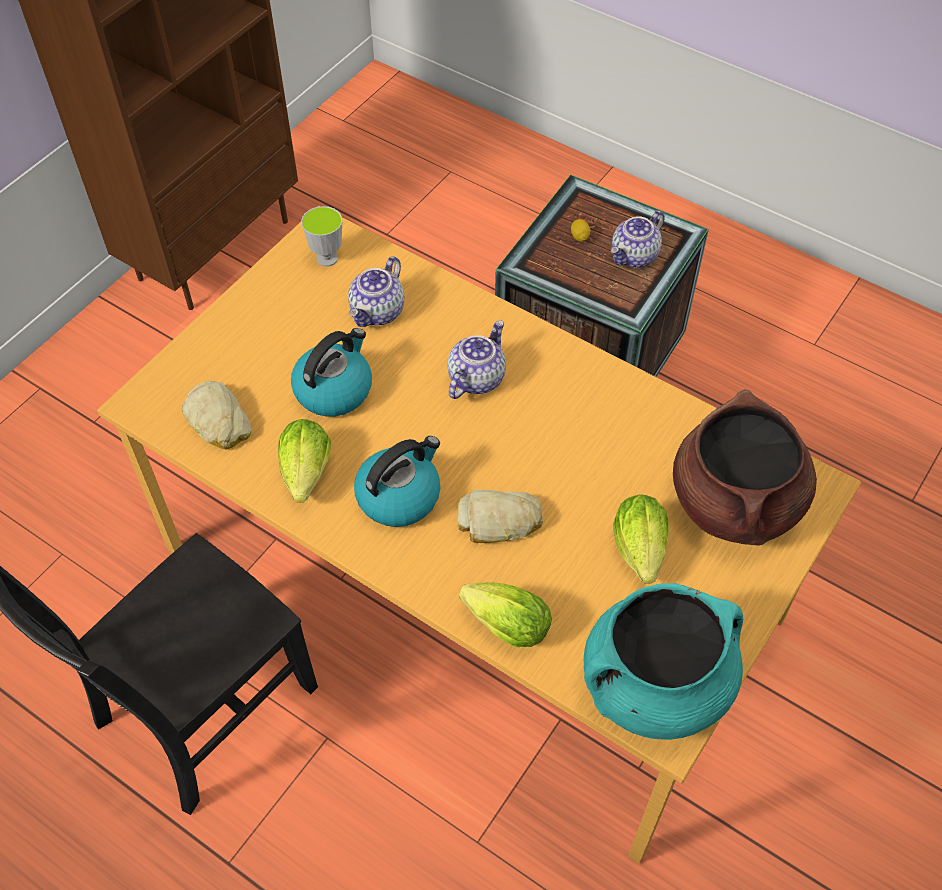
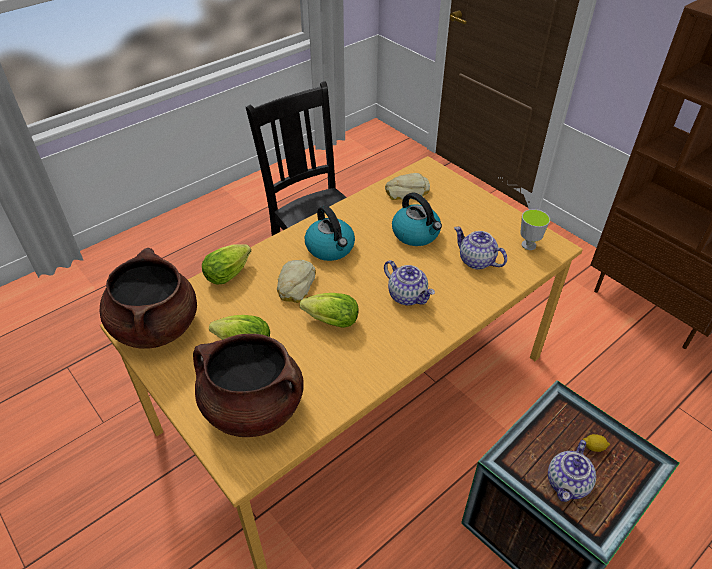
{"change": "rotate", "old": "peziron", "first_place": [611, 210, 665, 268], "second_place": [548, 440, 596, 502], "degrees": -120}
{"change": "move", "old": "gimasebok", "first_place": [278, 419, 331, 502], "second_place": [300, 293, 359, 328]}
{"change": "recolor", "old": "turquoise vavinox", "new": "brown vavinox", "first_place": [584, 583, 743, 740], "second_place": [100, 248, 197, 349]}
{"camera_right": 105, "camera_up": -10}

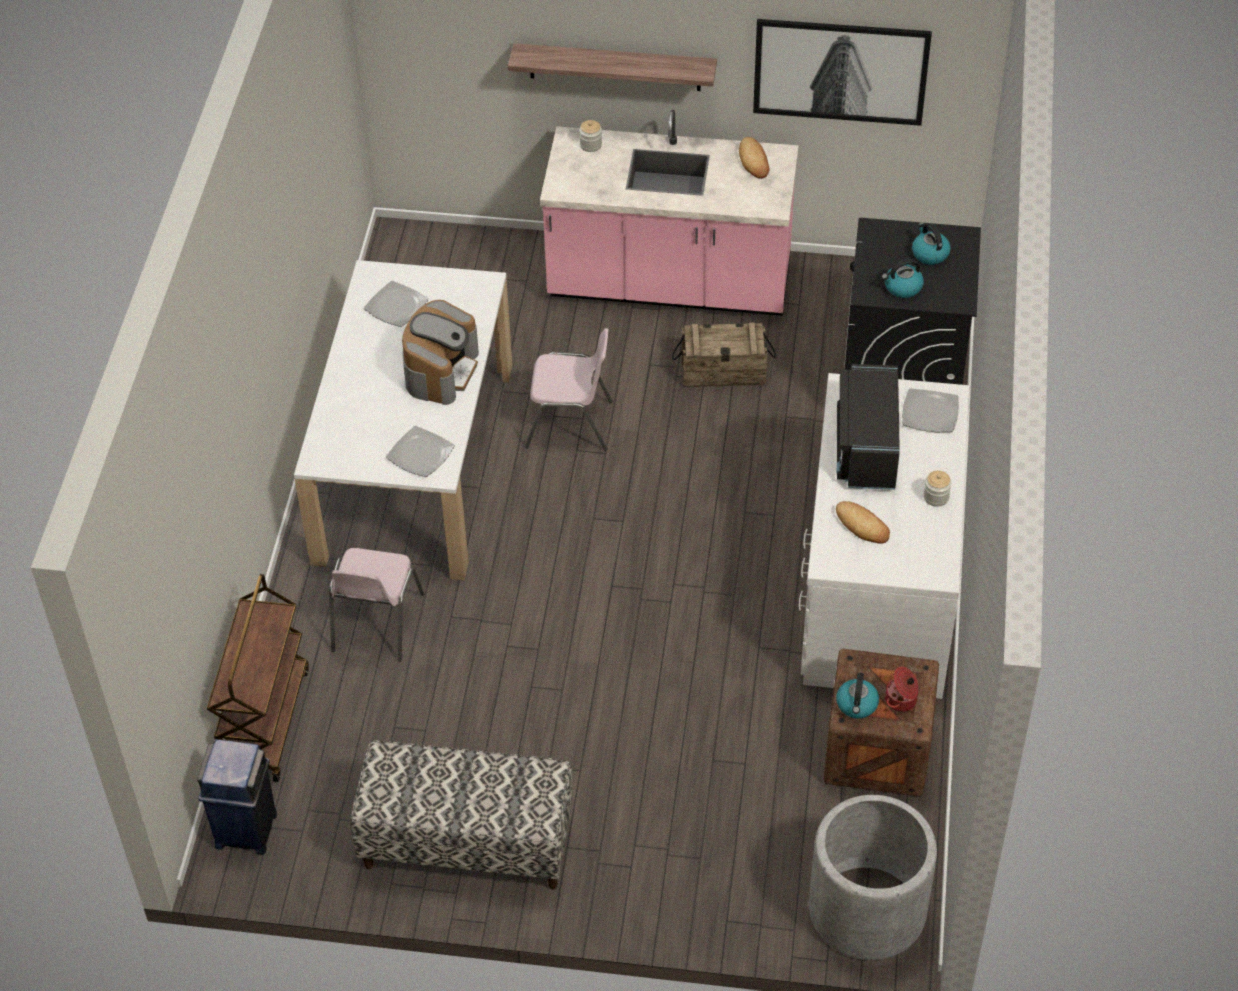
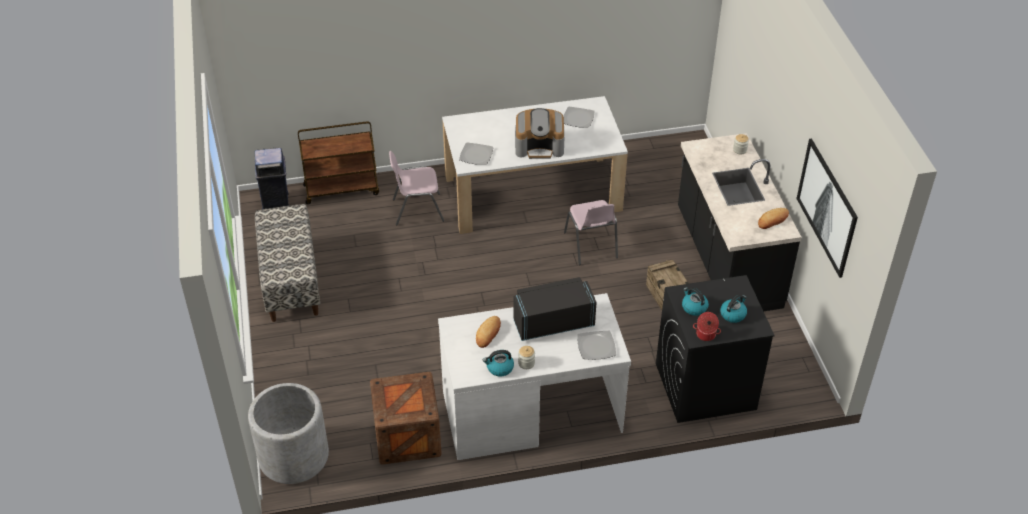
{"change": "delete", "old": "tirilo", "first_place": [508, 43, 717, 91]}
{"change": "recolor", "old": "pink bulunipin", "new": "black bulunipin", "first_place": [540, 110, 799, 316], "second_place": [678, 133, 801, 311]}
{"change": "move", "old": "vavinox", "first_place": [885, 666, 918, 712], "second_place": [693, 312, 721, 341]}
{"change": "move", "old": "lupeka", "first_place": [836, 673, 879, 718], "second_place": [483, 350, 514, 377]}
{"camera_right": 70, "camera_up": -5}

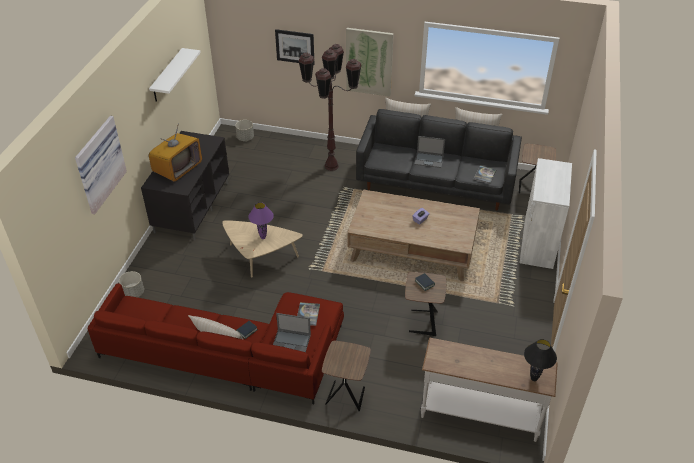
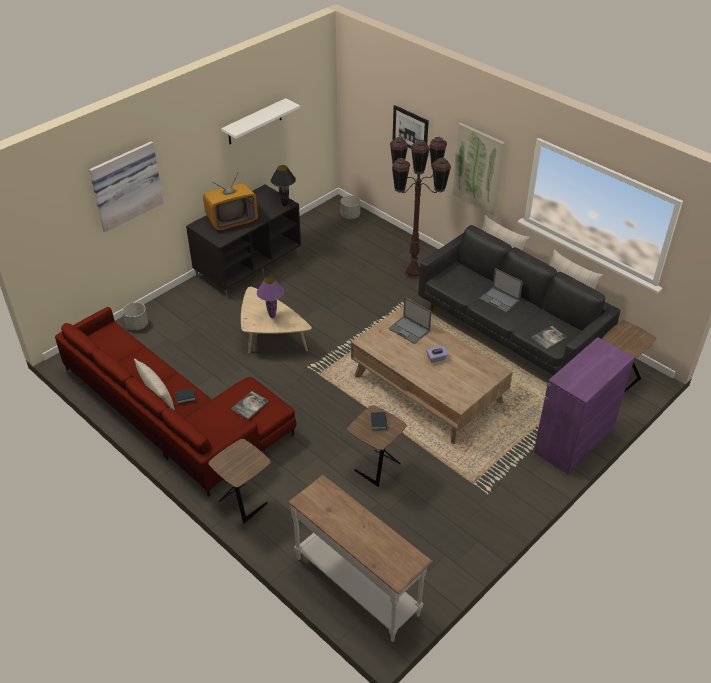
{"change": "recolor", "old": "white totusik", "new": "purple totusik", "first_place": [520, 158, 572, 269], "second_place": [534, 337, 635, 474]}
{"change": "move", "old": "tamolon", "first_place": [273, 313, 311, 353], "second_place": [388, 297, 431, 344]}
{"change": "move", "old": "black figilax", "first_place": [524, 339, 557, 381], "second_place": [271, 165, 296, 206]}
{"camera_right": 30, "camera_up": 0}

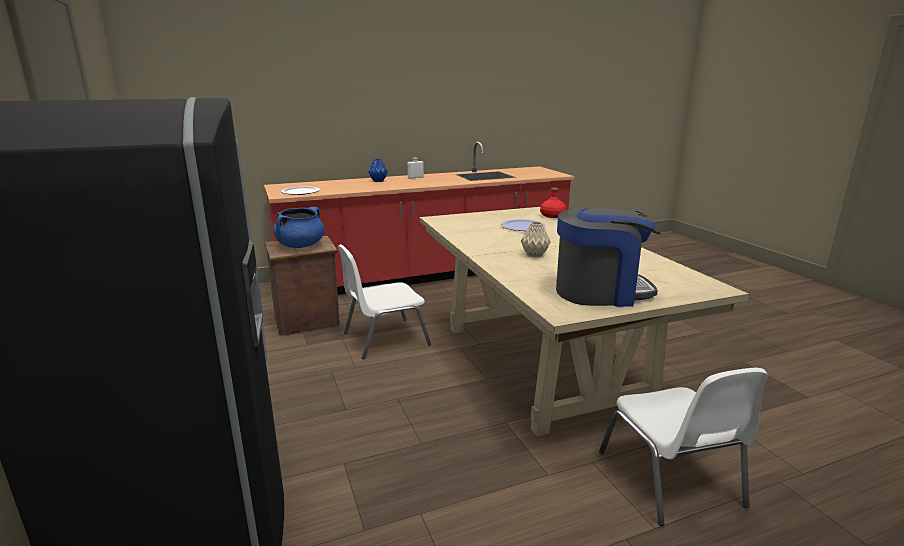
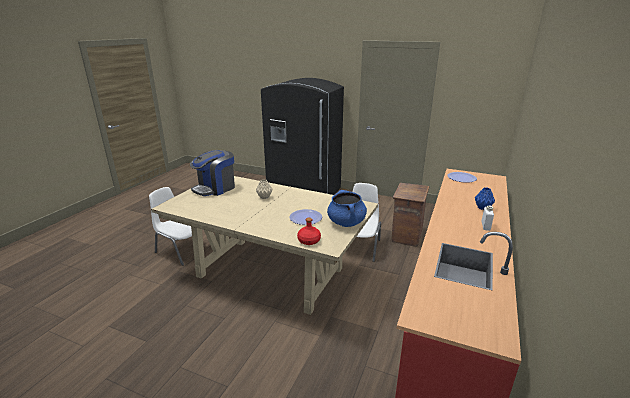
{"change": "move", "old": "blue vavinox", "first_place": [273, 207, 324, 248], "second_place": [327, 190, 367, 227]}
{"camera_right": 135, "camera_up": 5}

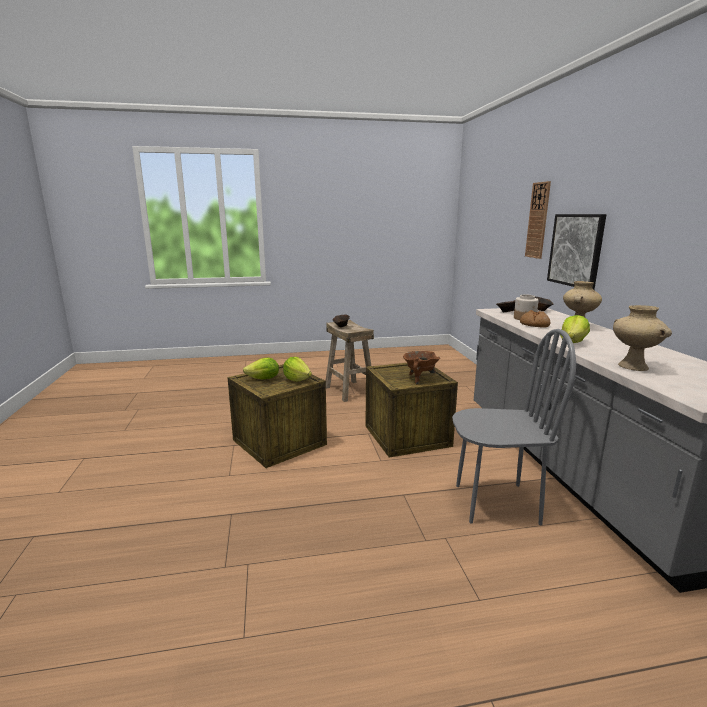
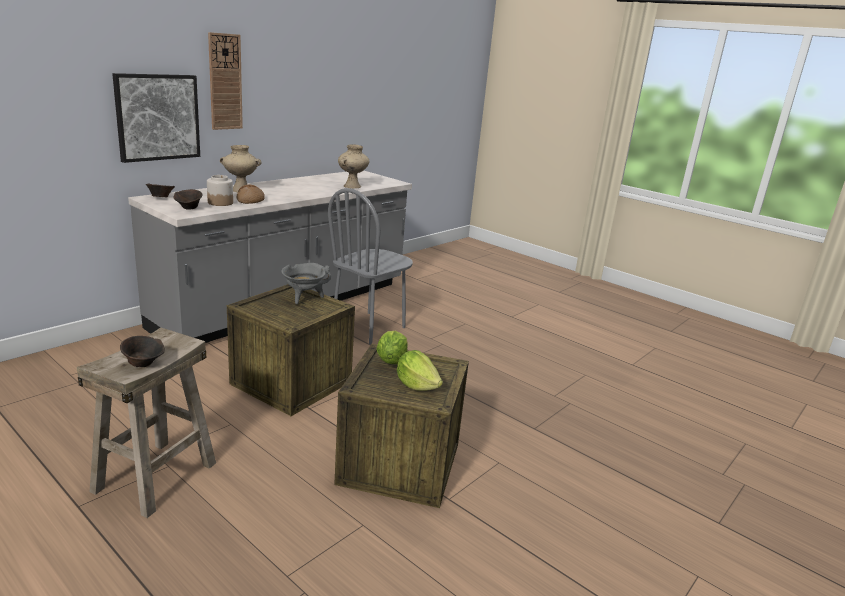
{"change": "move", "old": "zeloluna", "first_place": [525, 181, 551, 259], "second_place": [208, 32, 243, 130]}
{"change": "delete", "old": "gimasebok", "first_place": [560, 315, 590, 343]}
{"change": "rotate", "old": "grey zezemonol", "first_place": [452, 329, 576, 525], "second_place": [328, 188, 413, 345], "degrees": -105}
{"change": "recolor", "old": "brown vavinox", "new": "grey vavinox", "first_place": [403, 351, 440, 384], "second_place": [281, 263, 331, 304]}
{"camera_right": -130, "camera_up": 5}

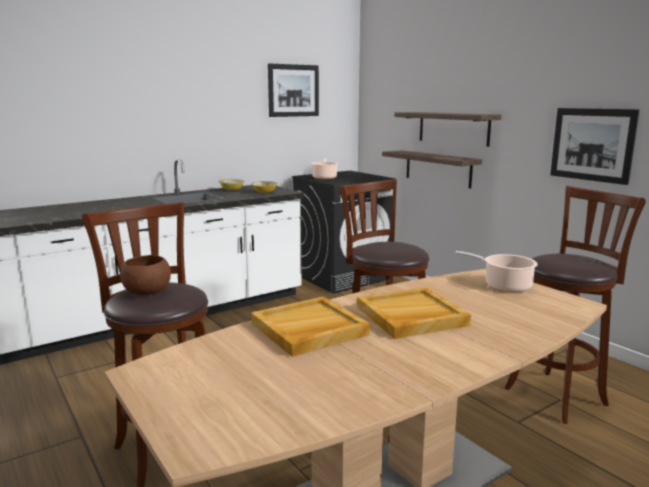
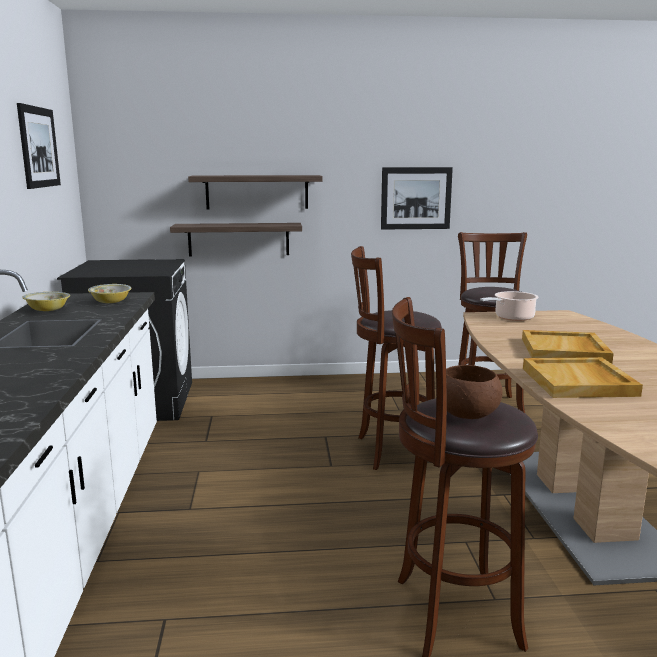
{"change": "delete", "old": "vavinox", "first_place": [311, 158, 338, 179]}
{"camera_right": -60, "camera_up": 0}

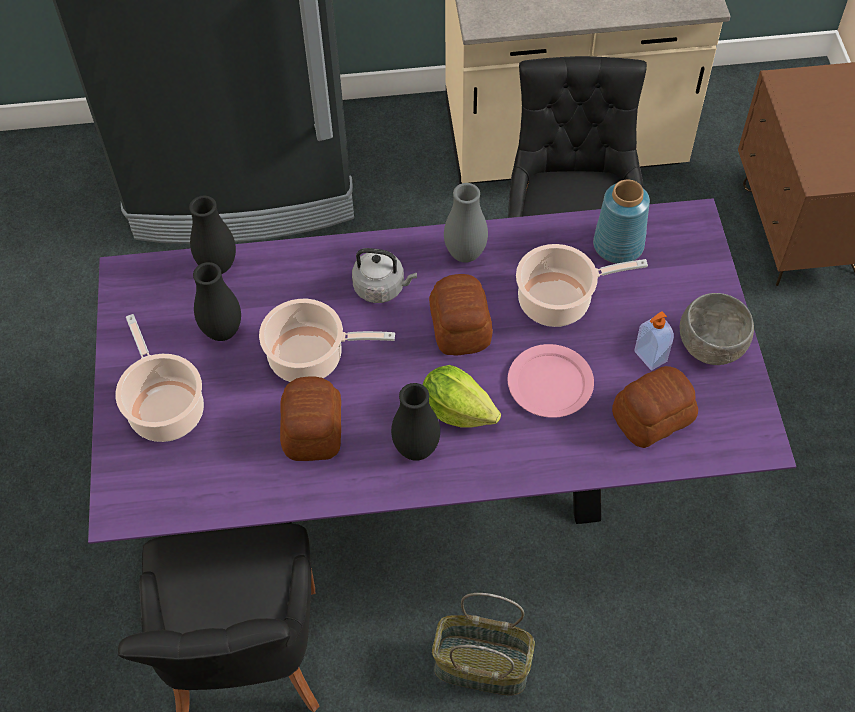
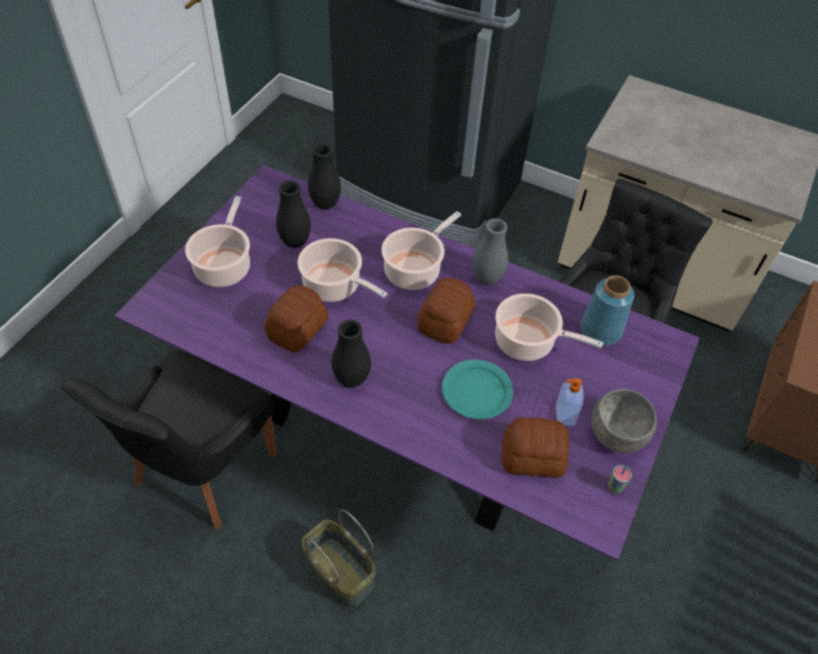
{"change": "replace", "old": "grey lupeka", "new": "vavinox", "first_place": [352, 248, 417, 303], "second_place": [381, 211, 461, 290]}
{"change": "recolor", "old": "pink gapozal", "new": "turquoise gapozal", "first_place": [508, 344, 594, 418], "second_place": [442, 359, 513, 419]}
{"change": "delete", "old": "gimasebok", "first_place": [422, 365, 501, 428]}
{"change": "insert", "new": "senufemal", "second_place": [608, 465, 632, 493]}
{"camera_right": 30, "camera_up": -5}

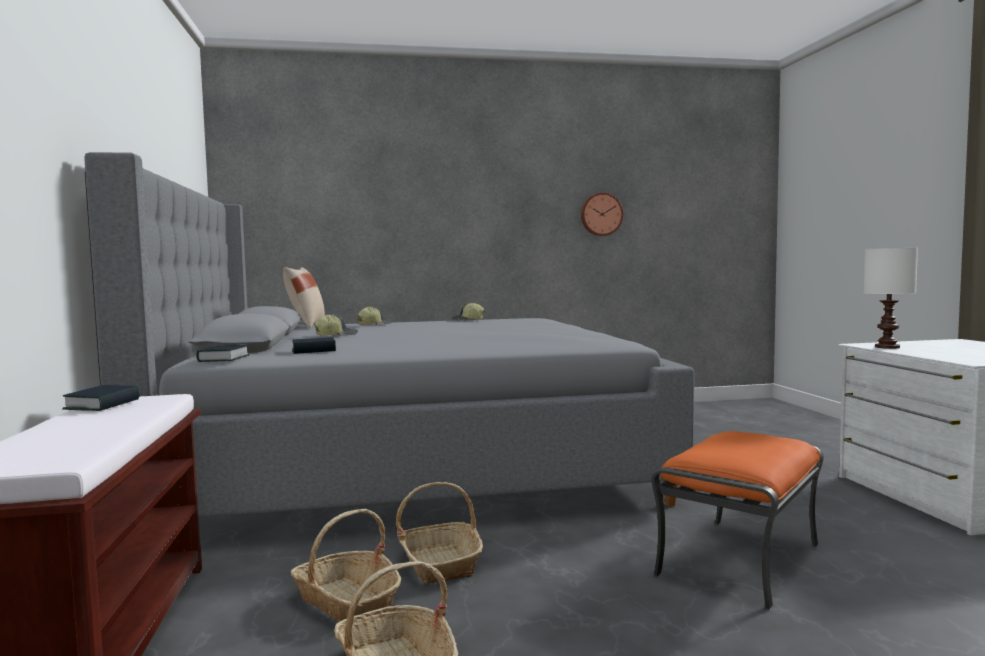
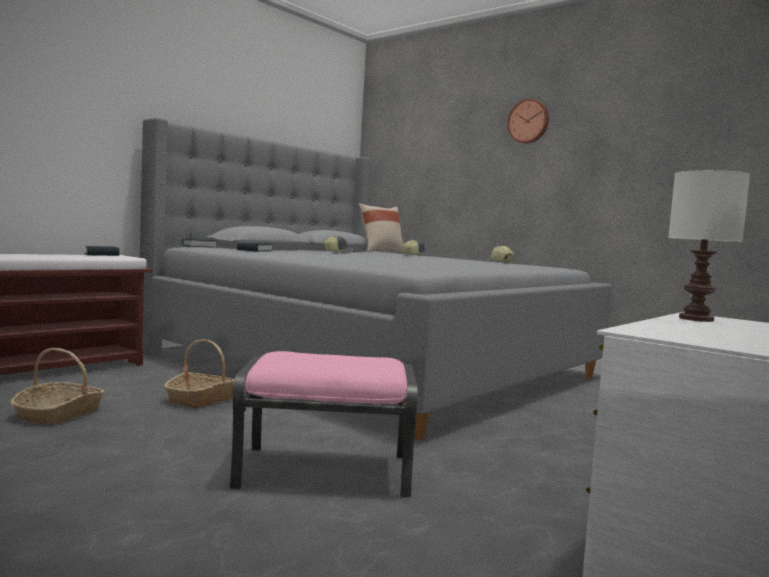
{"change": "move", "old": "zeloluna", "first_place": [581, 193, 623, 236], "second_place": [507, 99, 549, 144]}
{"change": "recolor", "old": "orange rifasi", "new": "pink rifasi", "first_place": [652, 431, 824, 611], "second_place": [230, 351, 418, 498]}
{"change": "delete", "old": "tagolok", "first_place": [291, 509, 401, 621]}
{"camera_right": 50, "camera_up": 0}

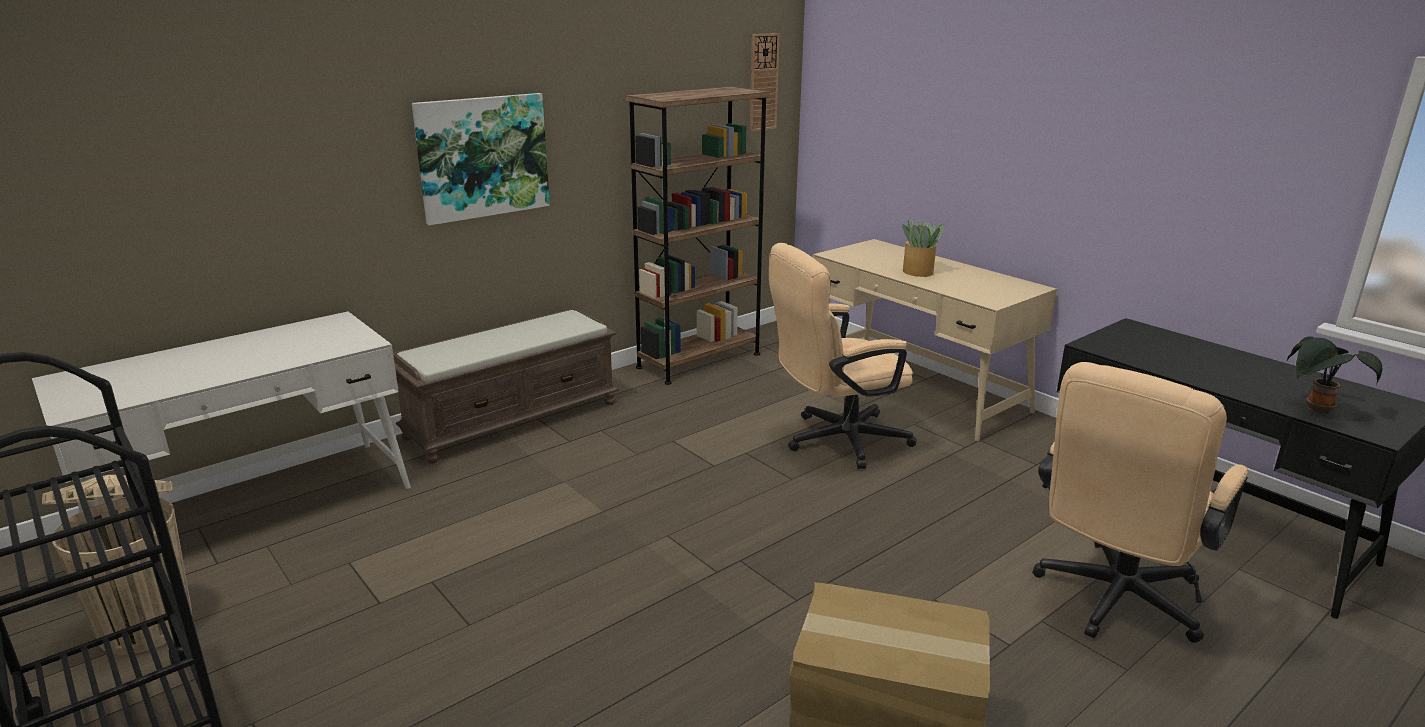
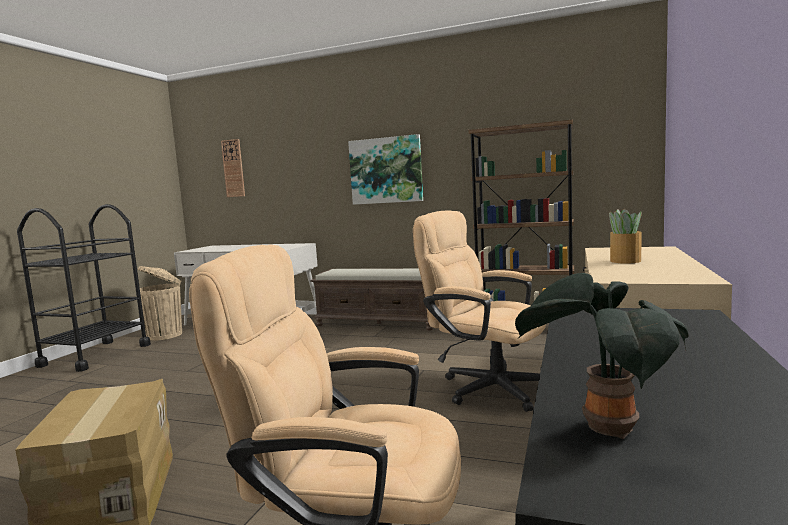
{"change": "move", "old": "zeloluna", "first_place": [750, 33, 780, 132], "second_place": [221, 139, 245, 197]}
{"camera_right": 60, "camera_up": -15}

